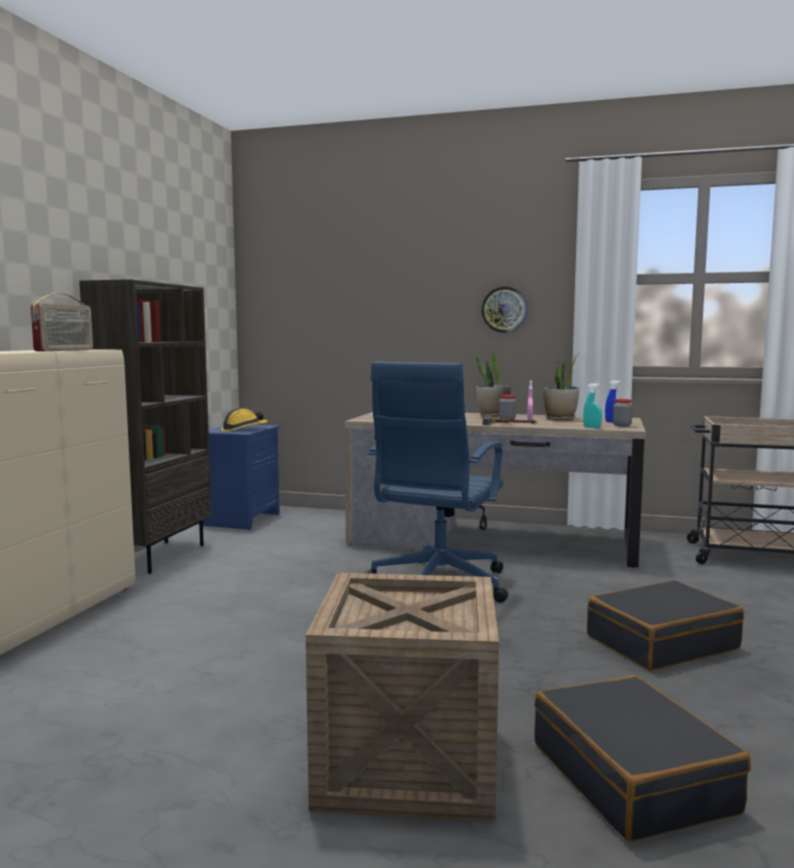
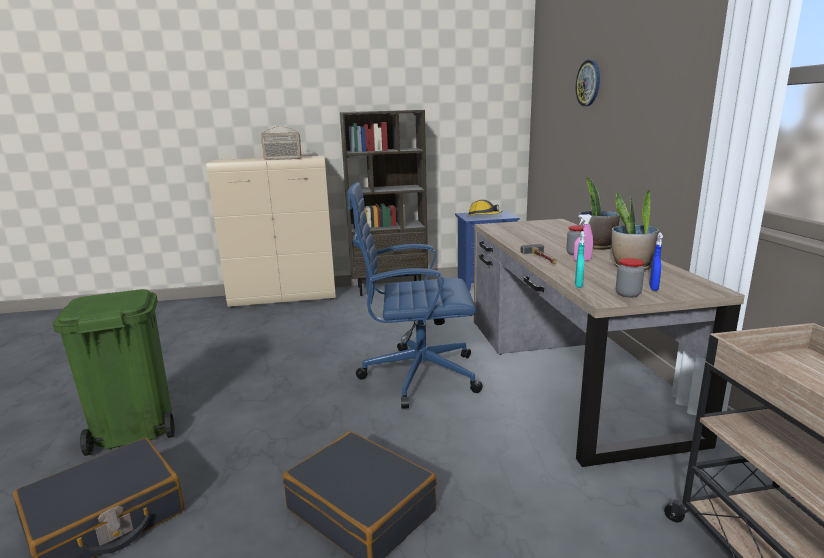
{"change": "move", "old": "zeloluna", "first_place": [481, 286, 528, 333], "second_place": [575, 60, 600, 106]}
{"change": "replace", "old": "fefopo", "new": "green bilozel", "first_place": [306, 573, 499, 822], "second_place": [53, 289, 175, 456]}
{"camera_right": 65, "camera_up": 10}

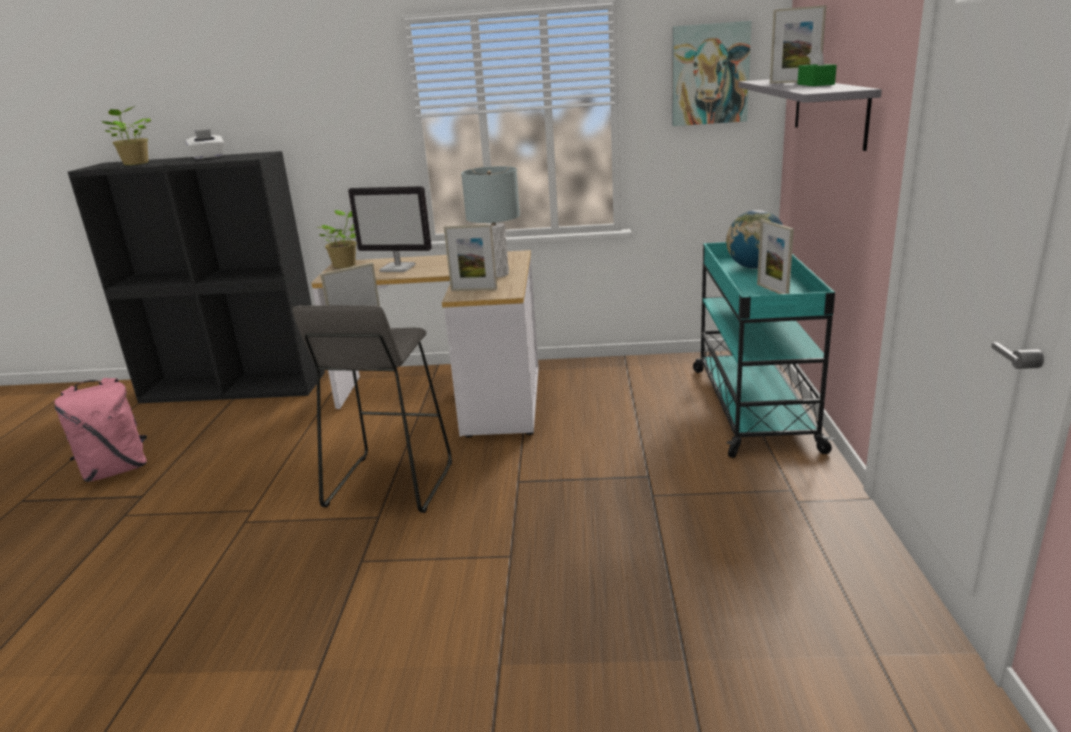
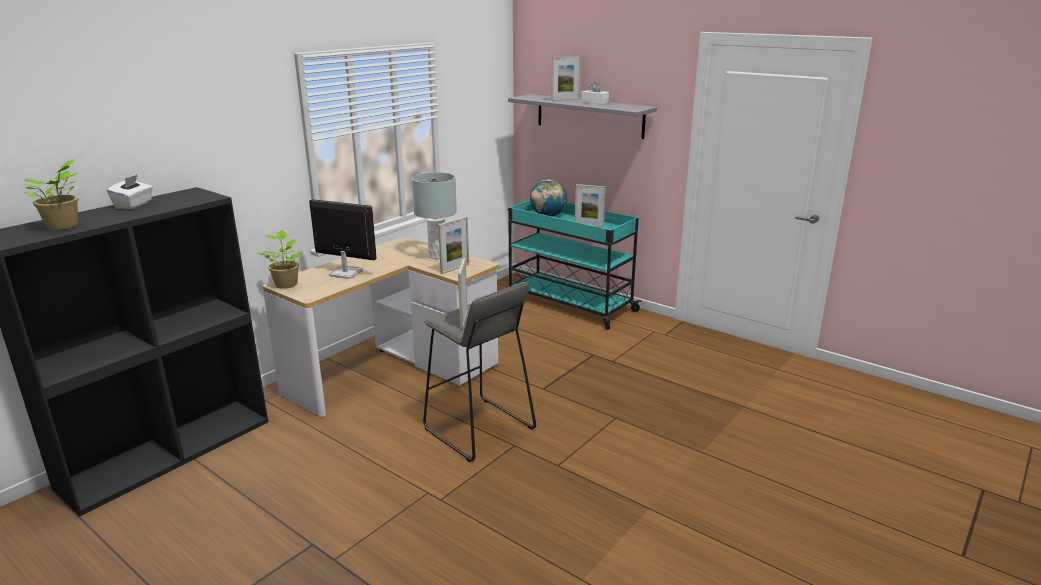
{"change": "delete", "old": "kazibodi", "first_place": [672, 21, 752, 126]}
{"change": "recolor", "old": "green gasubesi", "new": "white gasubesi", "first_place": [797, 46, 837, 86], "second_place": [581, 81, 609, 104]}
{"change": "rotate", "old": "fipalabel", "first_place": [348, 186, 432, 272], "second_place": [309, 199, 377, 279], "degrees": -120}
{"change": "delete", "old": "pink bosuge", "first_place": [54, 378, 147, 482]}
{"camera_right": -55, "camera_up": 0}

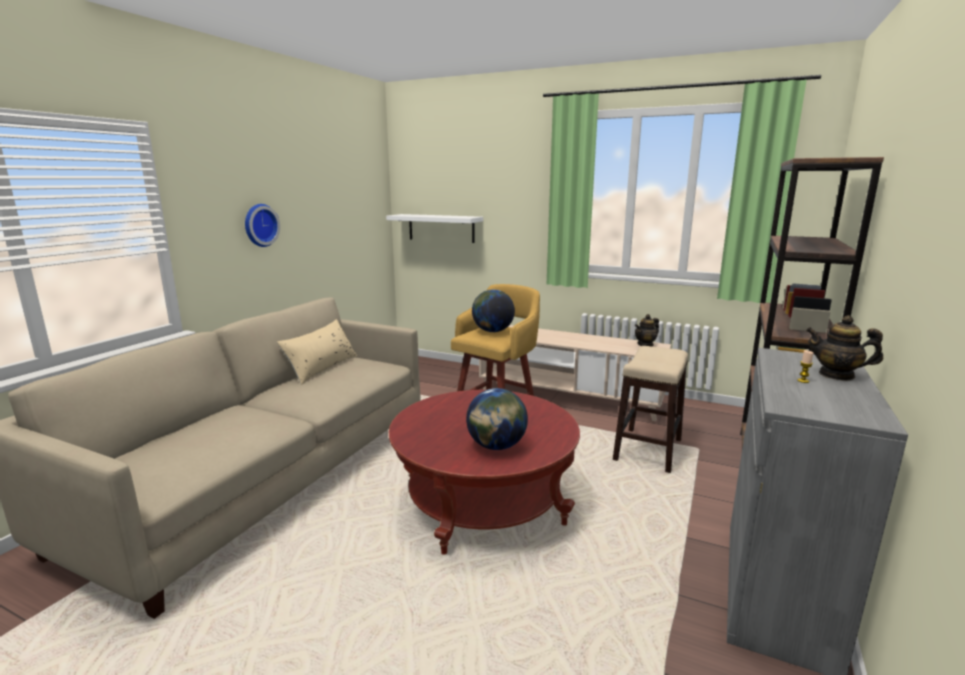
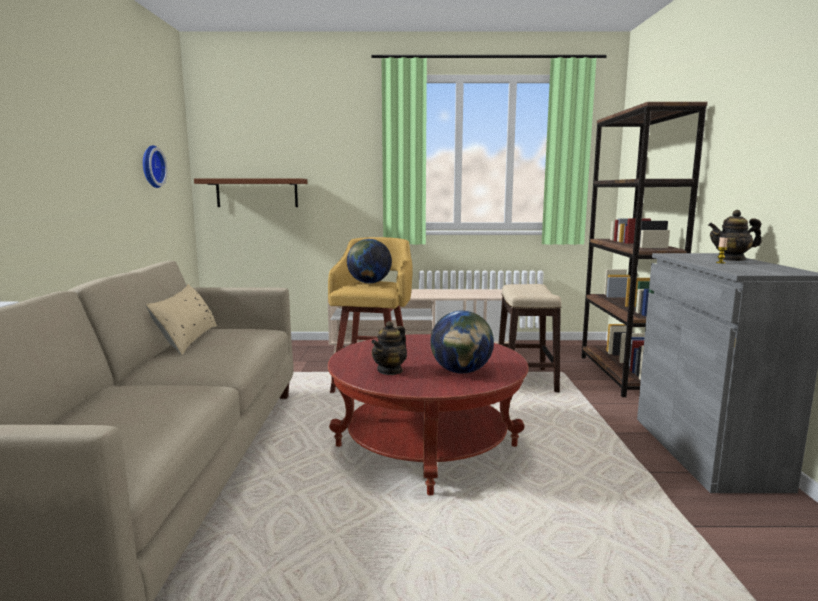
{"change": "move", "old": "zeloluna", "first_place": [245, 204, 280, 247], "second_place": [143, 145, 167, 188]}
{"change": "recolor", "old": "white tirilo", "new": "brown tirilo", "first_place": [386, 214, 483, 243], "second_place": [194, 178, 307, 207]}
{"change": "move", "old": "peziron", "first_place": [635, 314, 659, 347], "second_place": [371, 321, 407, 375]}
{"camera_right": -25, "camera_up": -5}

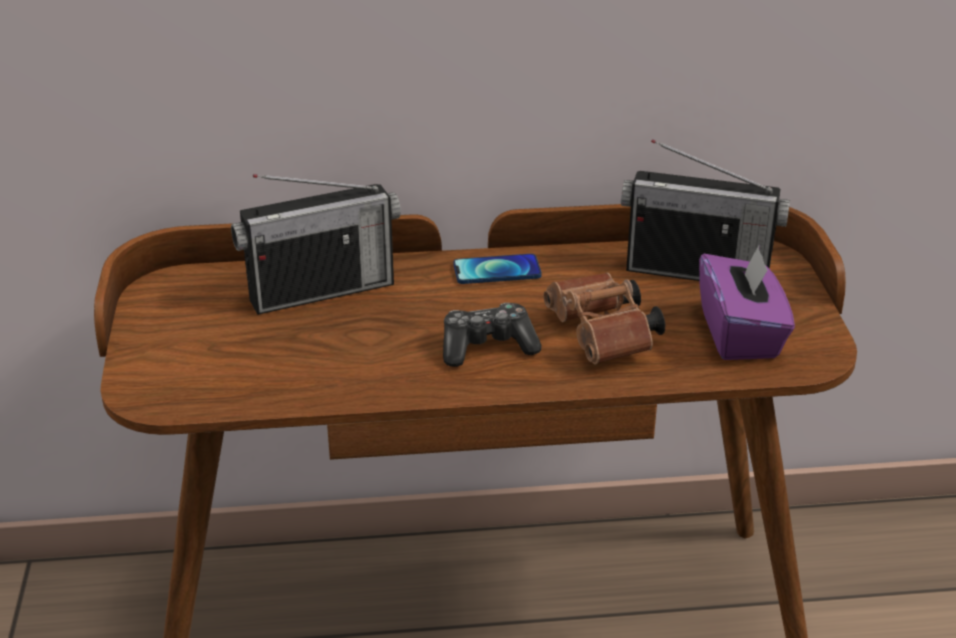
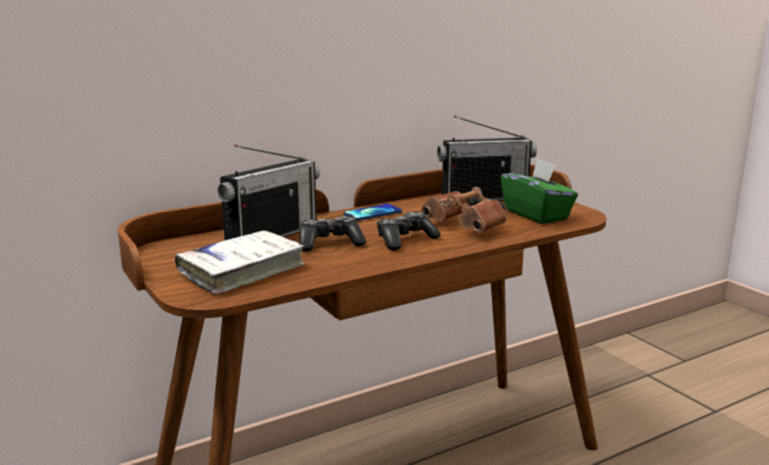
{"change": "recolor", "old": "purple gasubesi", "new": "green gasubesi", "first_place": [699, 245, 795, 360], "second_place": [501, 159, 578, 224]}
{"change": "insert", "new": "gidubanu", "second_place": [299, 216, 366, 251]}
{"change": "insert", "new": "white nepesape", "second_place": [175, 230, 305, 295]}
{"camera_right": -25, "camera_up": -15}

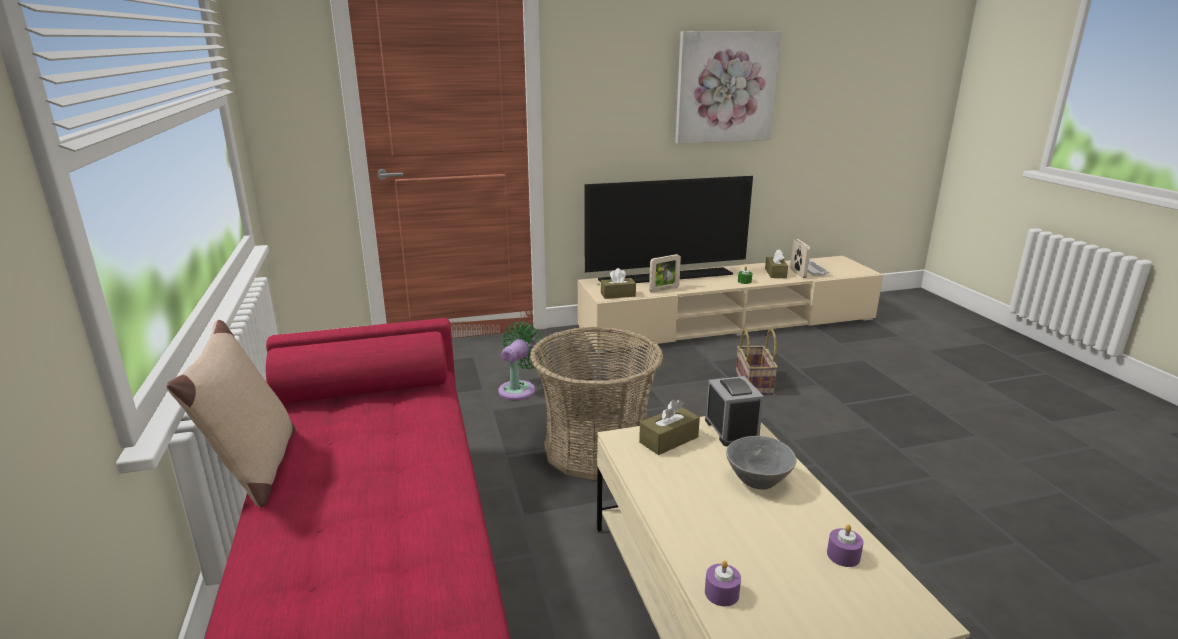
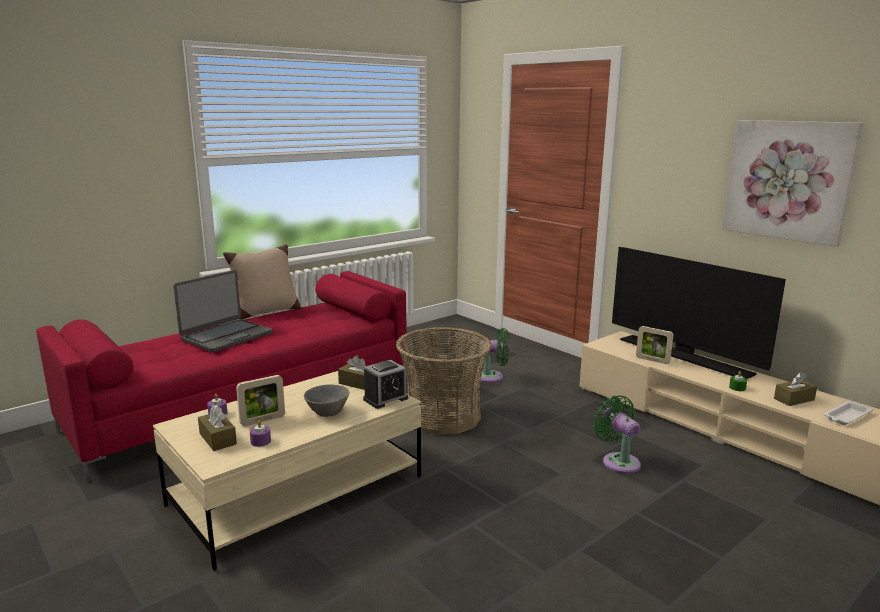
{"change": "move", "old": "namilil", "first_place": [790, 239, 810, 278], "second_place": [236, 375, 285, 426]}
{"change": "move", "old": "brown gasubesi", "first_place": [601, 268, 636, 299], "second_place": [198, 405, 237, 451]}
{"change": "replace", "old": "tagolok", "new": "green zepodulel", "first_place": [736, 329, 778, 394], "second_place": [593, 395, 641, 474]}
{"change": "insert", "new": "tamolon", "second_place": [173, 270, 273, 352]}
{"camera_right": 65, "camera_up": -5}

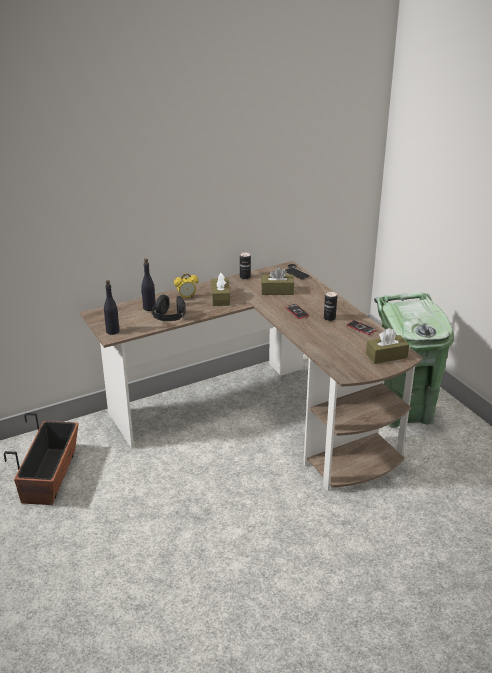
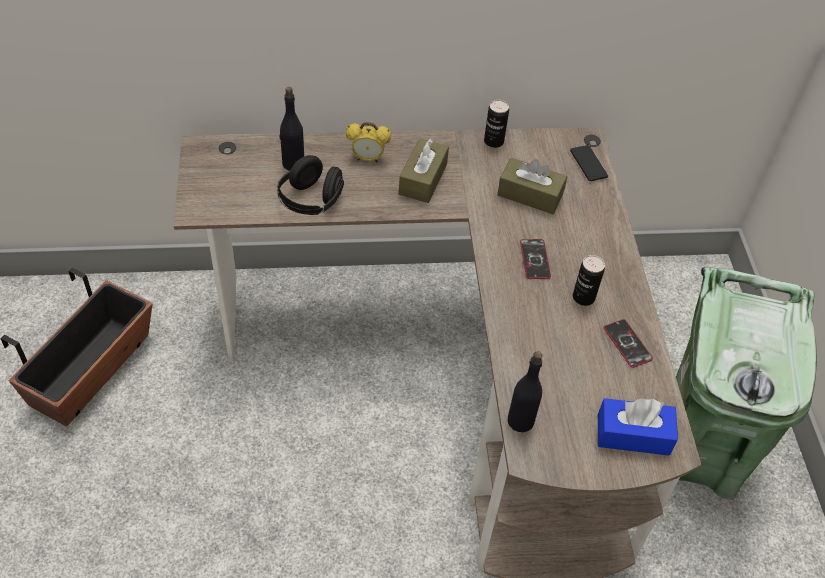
{"change": "move", "old": "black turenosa", "first_place": [104, 280, 120, 335], "second_place": [508, 351, 542, 432]}
{"change": "recolor", "old": "brown gasubesi", "new": "blue gasubesi", "first_place": [366, 328, 409, 364], "second_place": [598, 398, 678, 456]}
{"camera_right": 20, "camera_up": 20}

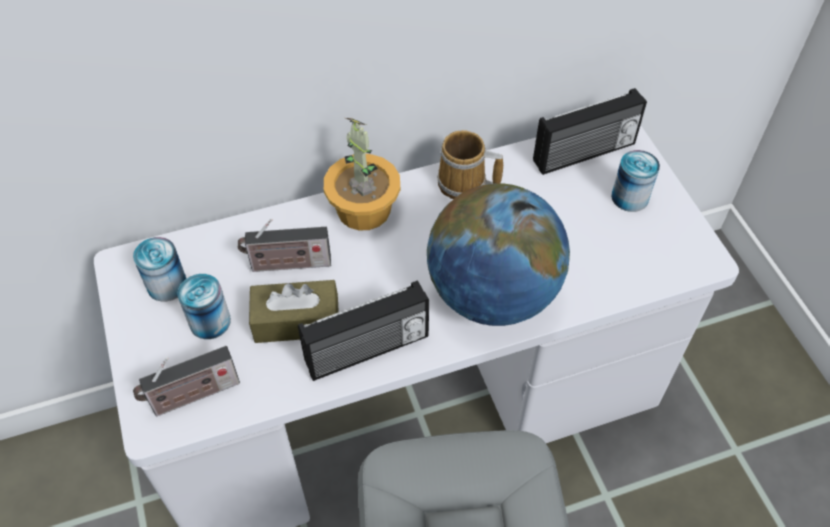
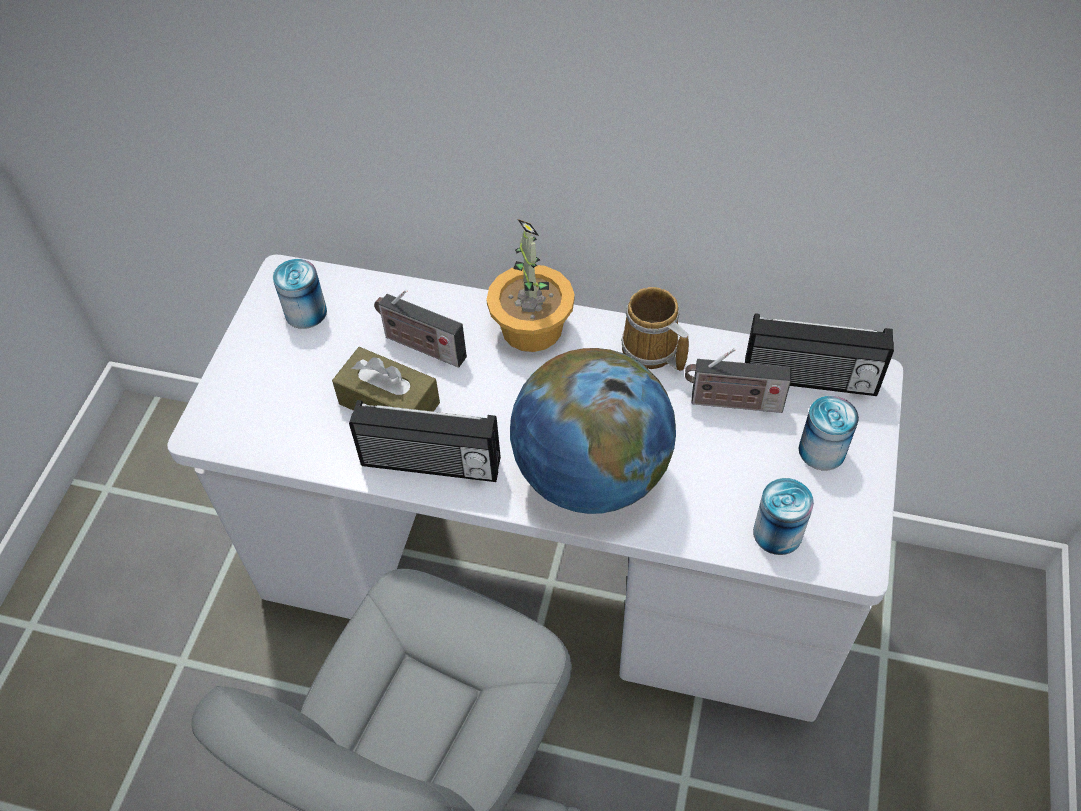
{"change": "move", "old": "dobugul", "first_place": [177, 274, 231, 339], "second_place": [753, 478, 814, 555]}
{"change": "move", "old": "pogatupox", "first_place": [133, 346, 240, 416], "second_place": [685, 348, 791, 413]}
{"camera_right": 35, "camera_up": 0}

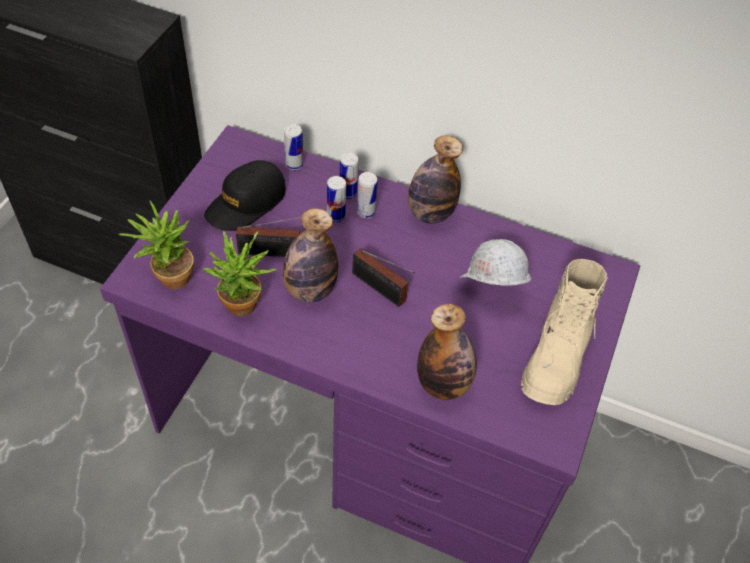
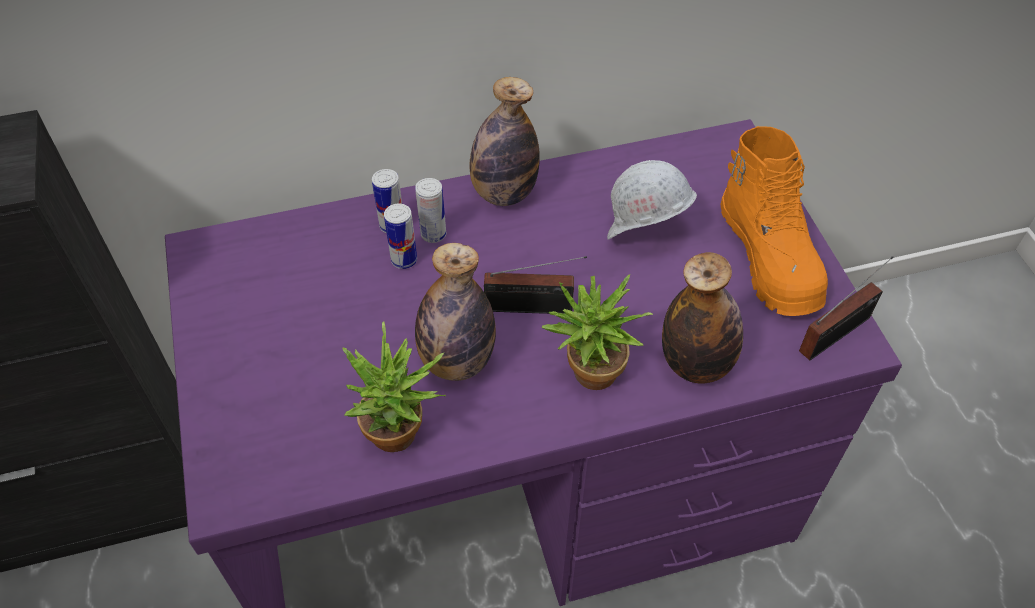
{"change": "delete", "old": "dobugul", "first_place": [284, 124, 303, 170]}
{"change": "delete", "old": "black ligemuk", "first_place": [204, 160, 286, 231]}
{"change": "move", "old": "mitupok", "first_place": [119, 200, 194, 290], "second_place": [542, 274, 653, 390]}
{"change": "move", "old": "pogatupox", "first_place": [236, 217, 301, 257], "second_place": [799, 256, 894, 361]}
{"change": "recolor", "old": "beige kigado", "new": "orange kigado", "first_place": [521, 259, 608, 405], "second_place": [720, 126, 828, 316]}
{"camera_right": -35, "camera_up": 0}

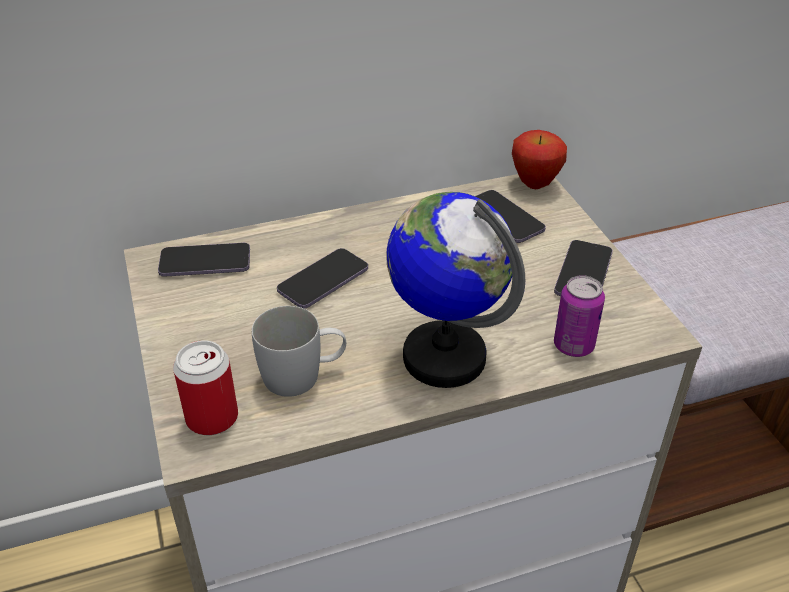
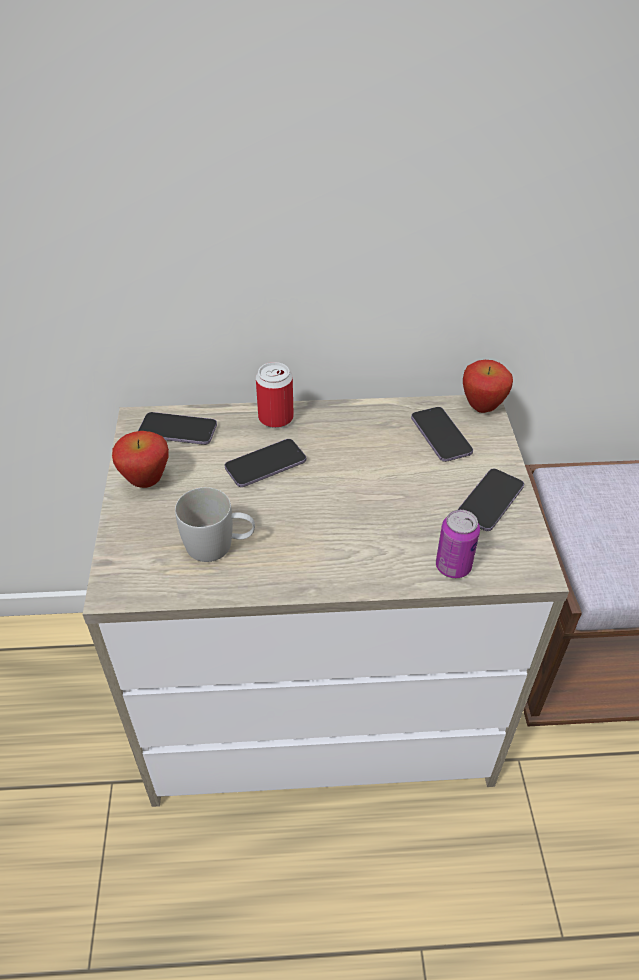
{"change": "delete", "old": "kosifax", "first_place": [386, 192, 525, 388]}
{"change": "move", "old": "dobugul", "first_place": [173, 340, 238, 435], "second_place": [256, 362, 294, 428]}
{"change": "insert", "new": "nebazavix", "second_place": [112, 431, 169, 488]}
{"camera_right": 15, "camera_up": 5}

